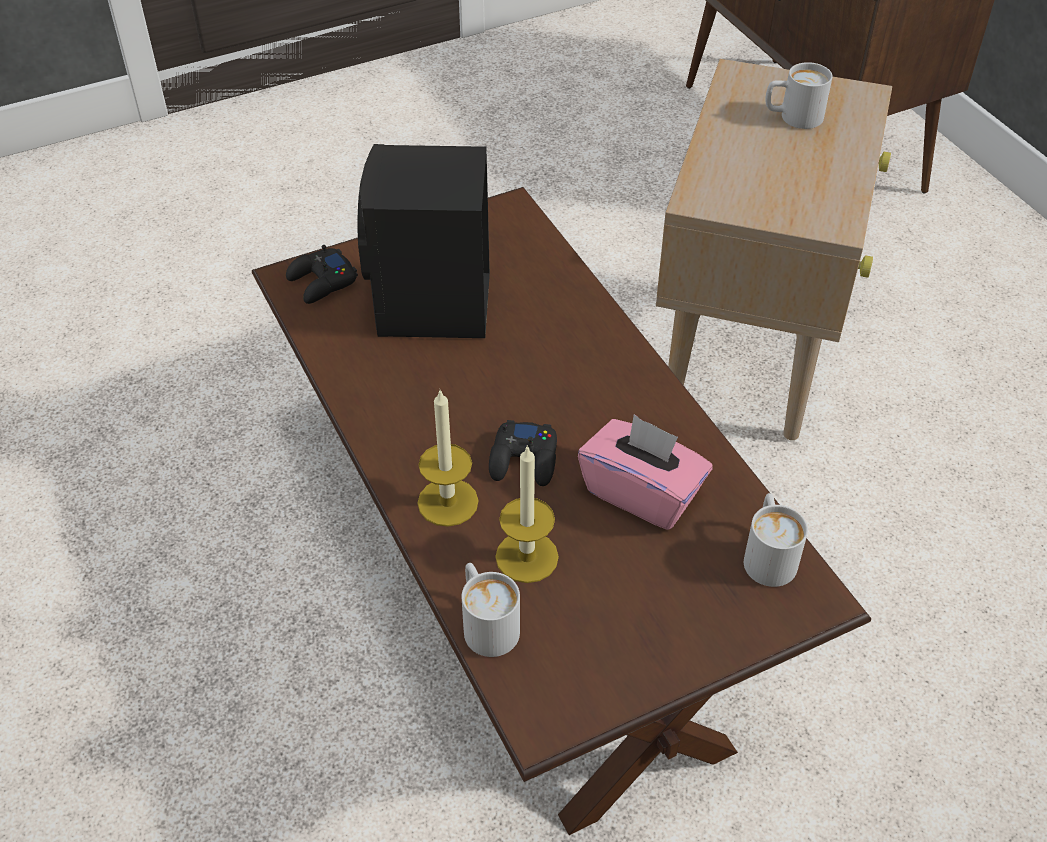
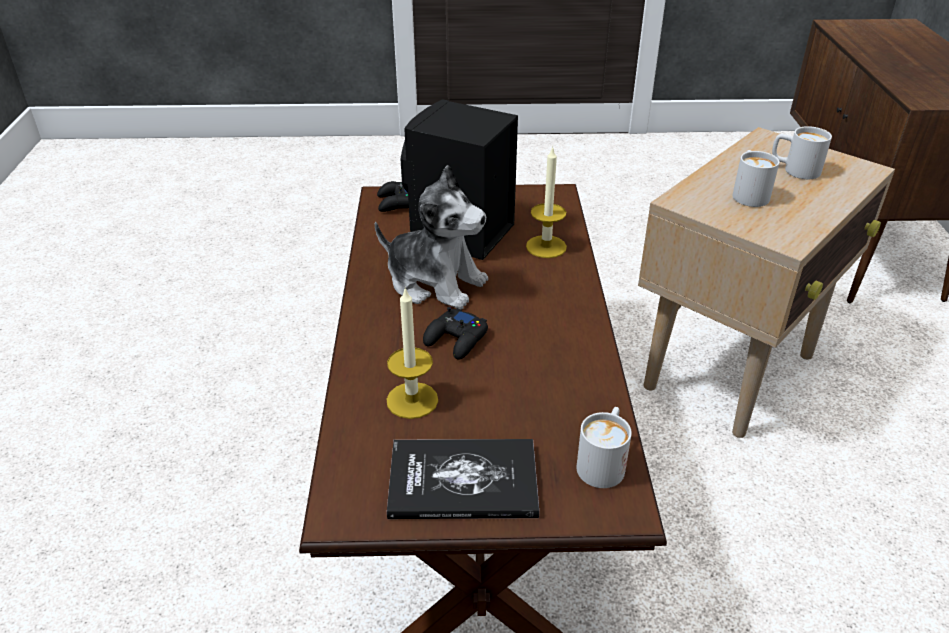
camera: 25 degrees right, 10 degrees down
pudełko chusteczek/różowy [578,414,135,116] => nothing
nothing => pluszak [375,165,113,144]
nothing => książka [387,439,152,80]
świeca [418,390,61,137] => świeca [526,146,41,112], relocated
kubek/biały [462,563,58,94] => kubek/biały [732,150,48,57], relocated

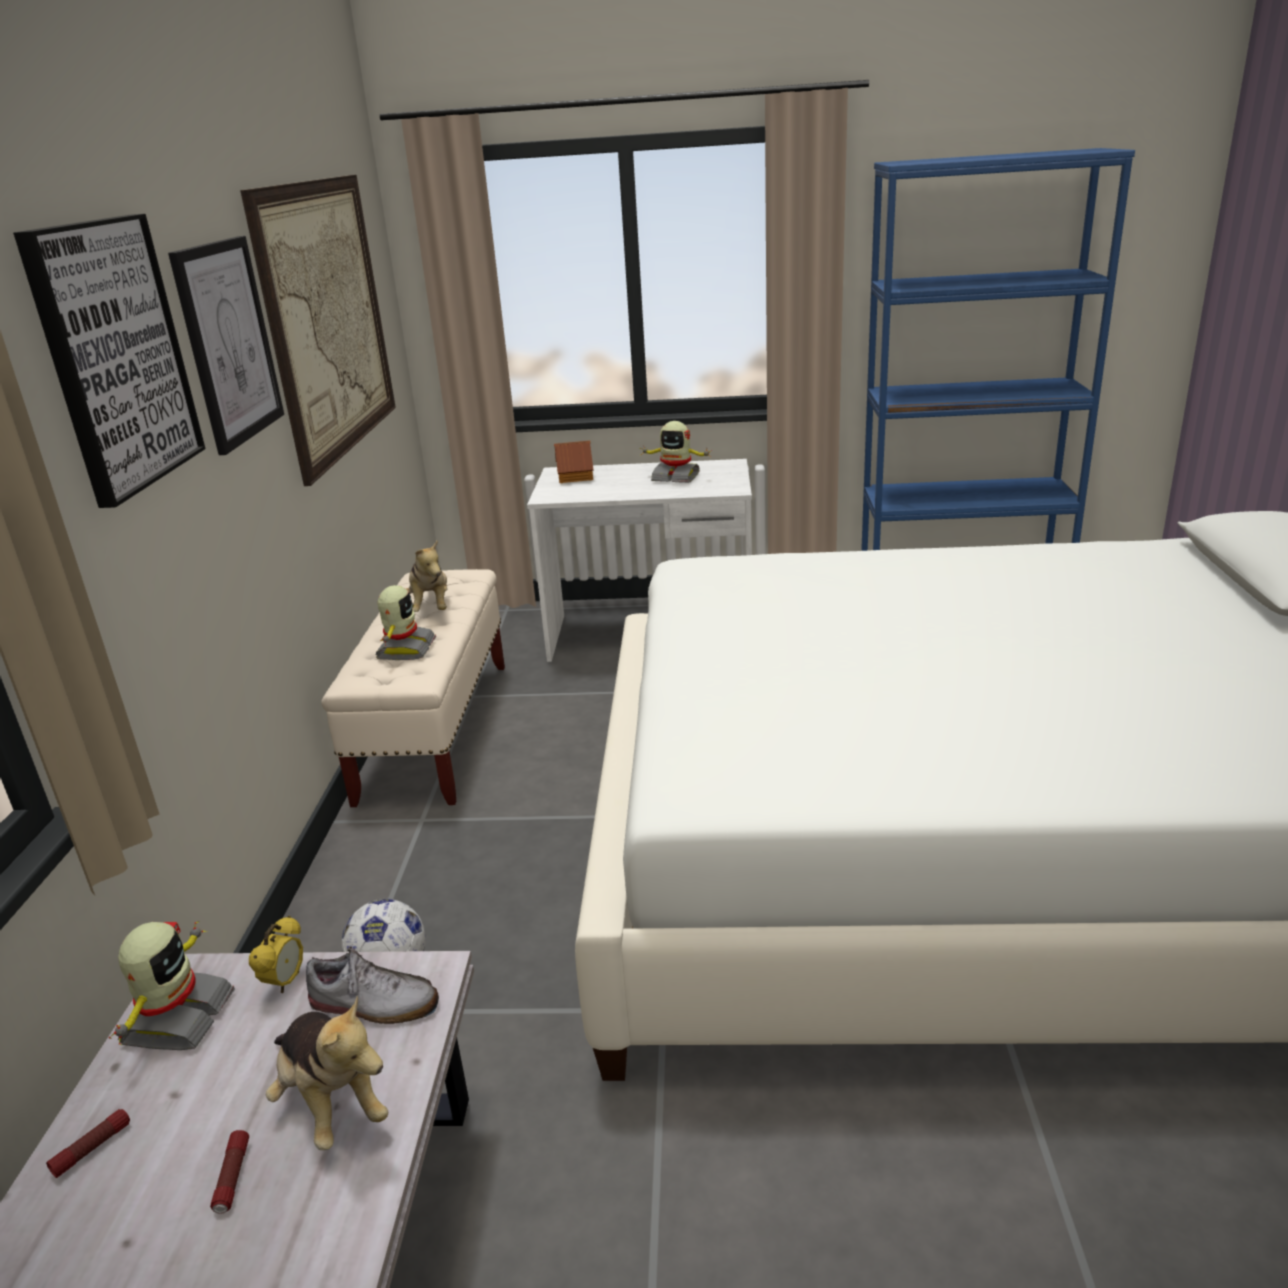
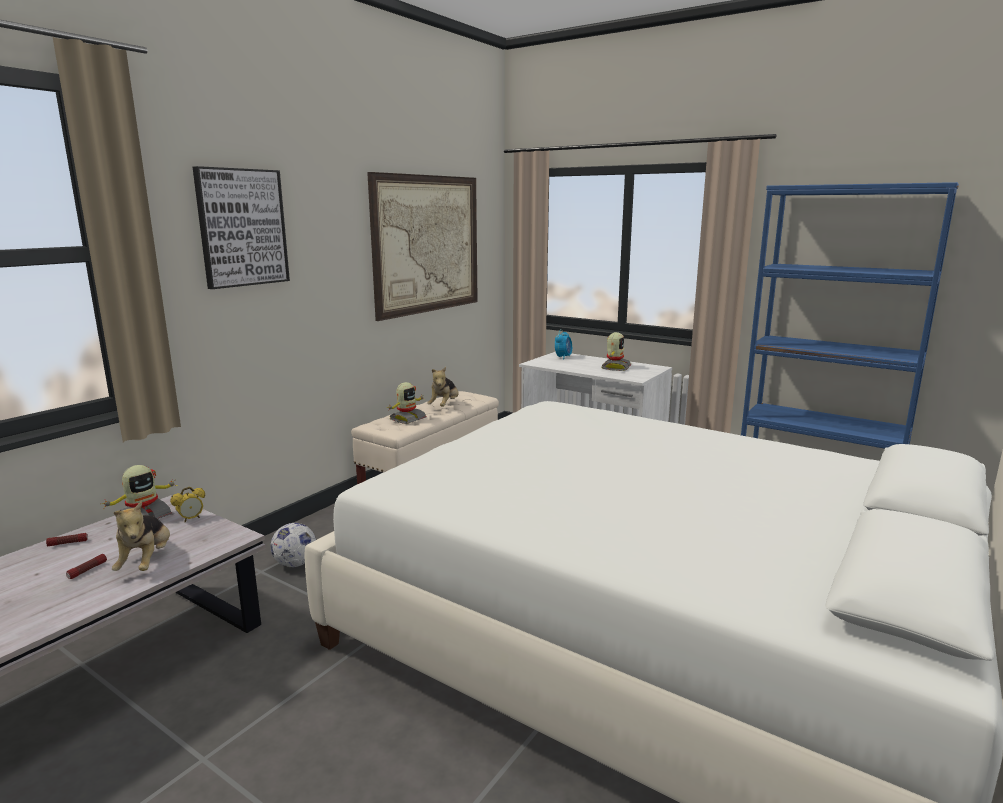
camera: 30 degrees right, 10 degrees down
obraz [168,236,116,219] => nothing
but [306,946,133,78] => nothing
domek [554,441,39,42] => budzik [555,329,17,31]
robot zabawkowy [640,421,72,62] => robot zabawkowy [602,332,29,39], 120 degrees counterclockwise

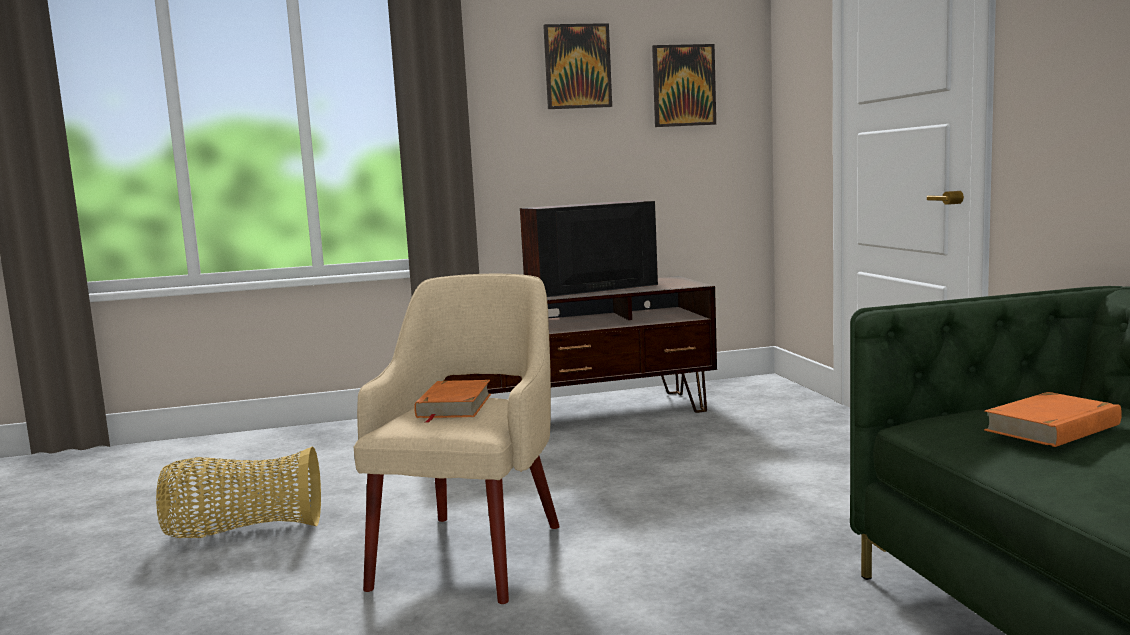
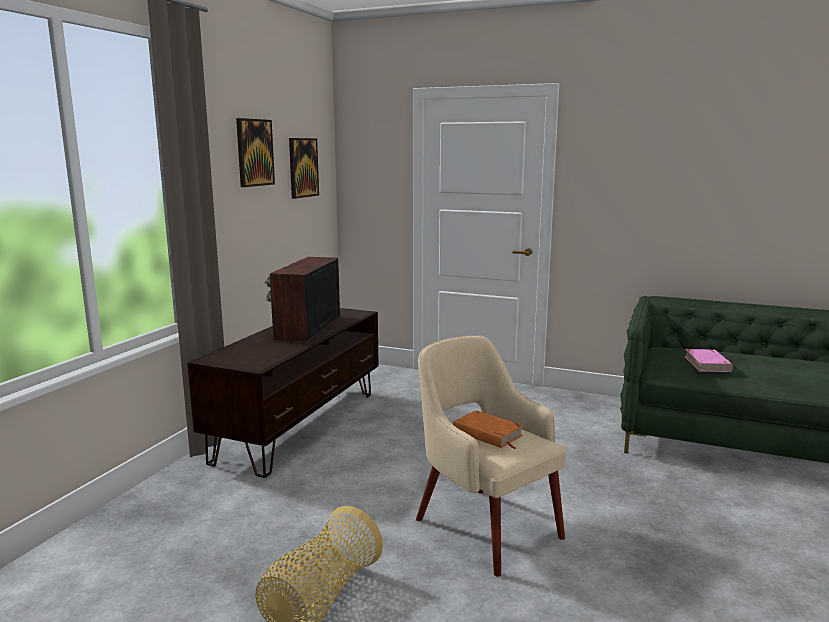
camera: 55 degrees left, 5 degrees up
książka/pomarańczowy [984,392,138,55] => książka/różowy [684,349,49,23]

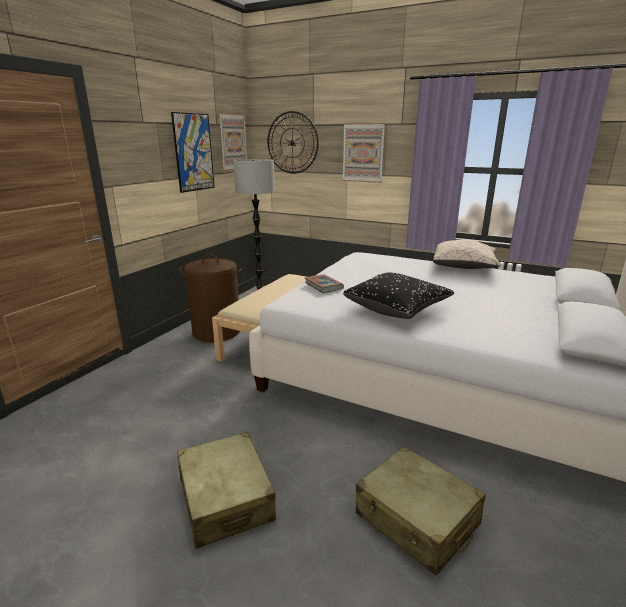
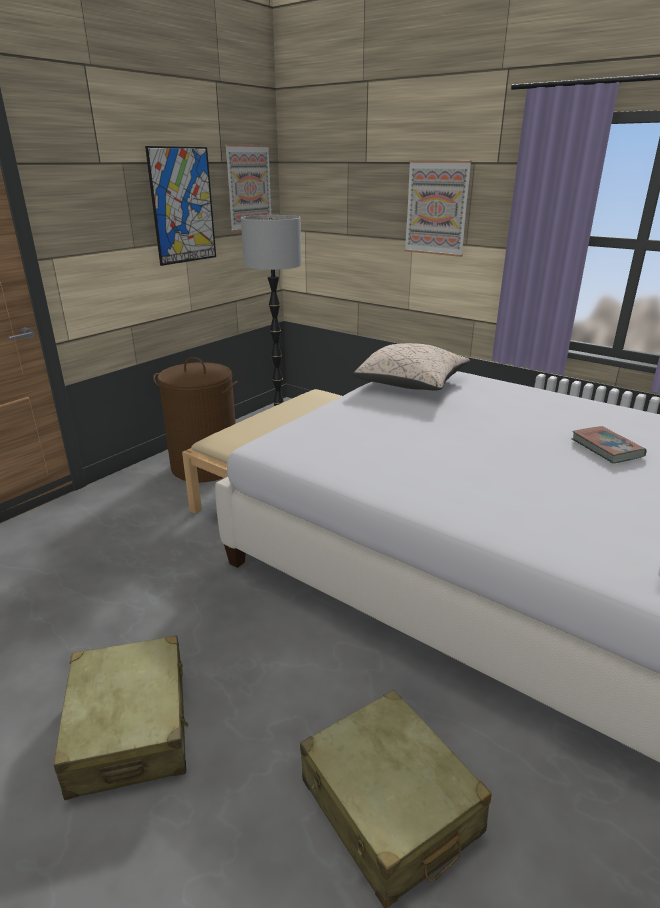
camera: 10 degrees right, 5 degrees up
zegar ścienny [268,111,51,63] => nothing
poduszka/czarny [343,273,111,46] => nothing
książka [305,274,39,19] => książka [572,426,75,38], relocated
poduszka/beżowy [433,240,68,29] => poduszka/beżowy [353,343,117,47], relocated

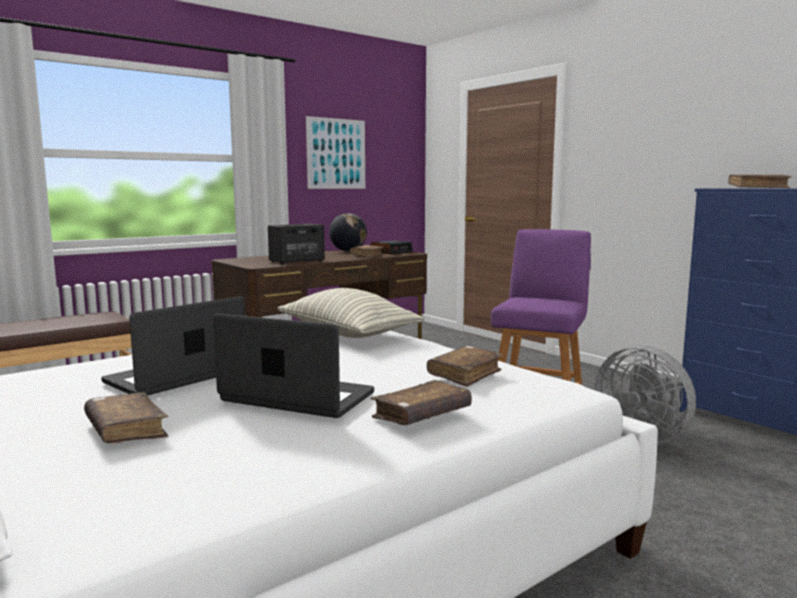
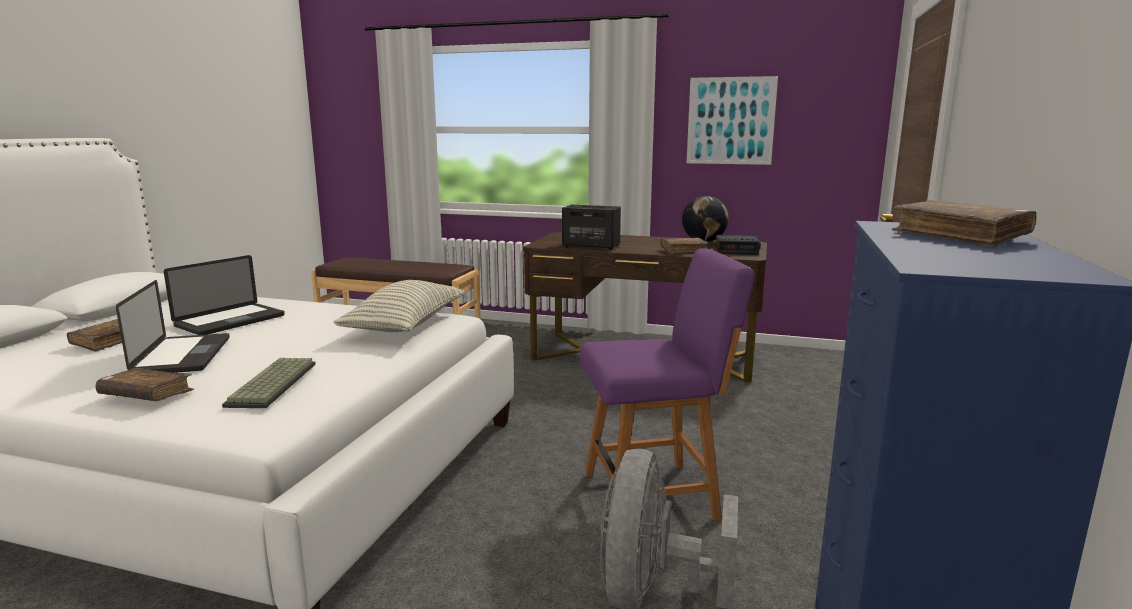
camera: 55 degrees right, 5 degrees up
książka/brązowy [427,346,76,41] => klawiatura [222,358,94,50]
laptop [101,296,144,100] => laptop [164,255,121,80], 120 degrees clockwise

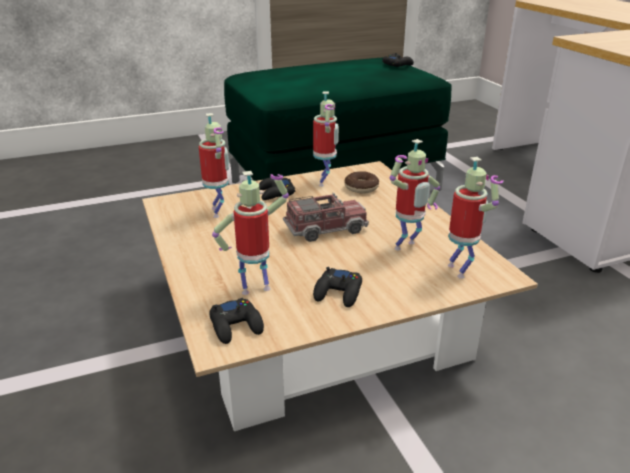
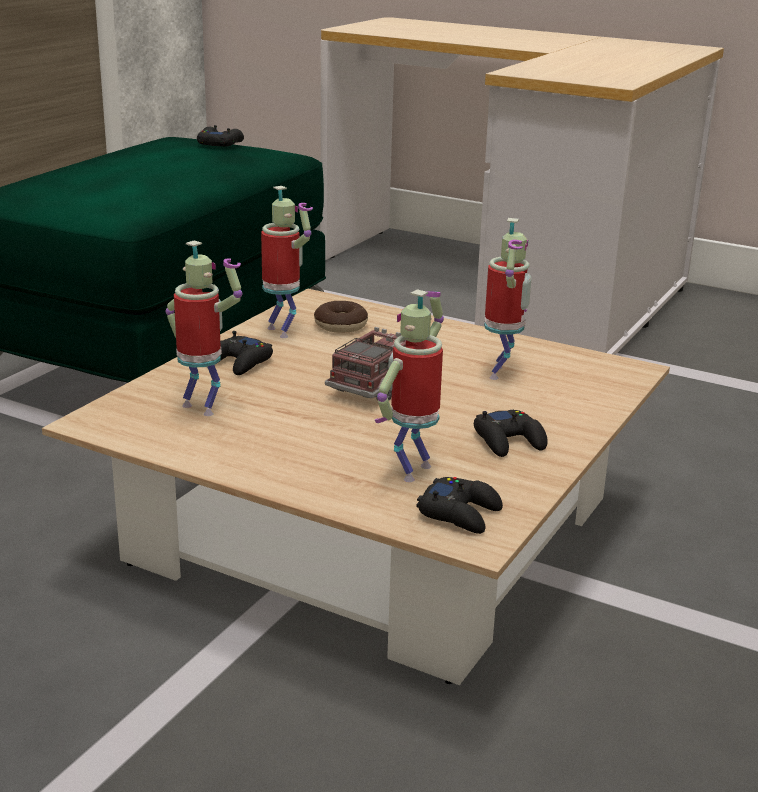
camera: 40 degrees left, 5 degrees down
robot zabawkowy [448,157,56,122] => nothing

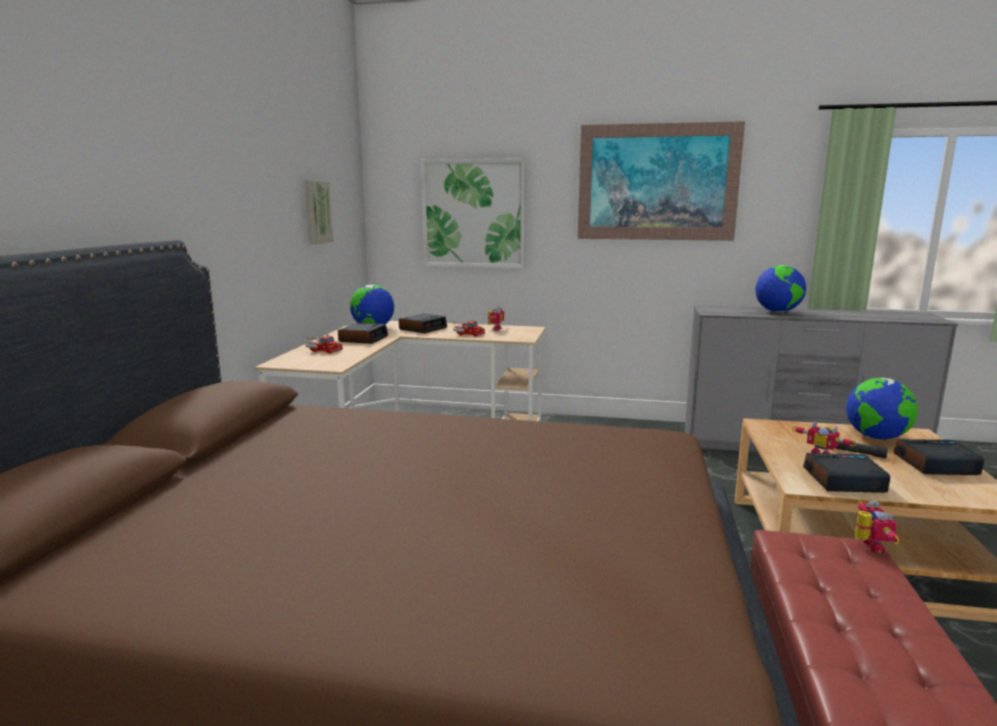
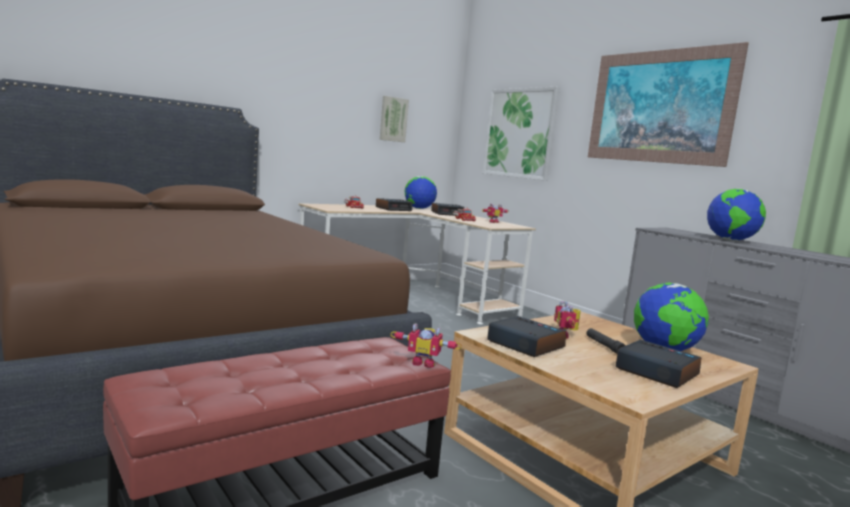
camera: 40 degrees right, 5 degrees down
robot zabawkowy [854,501,46,52] => robot zabawkowy [391,323,71,45], 60 degrees clockwise

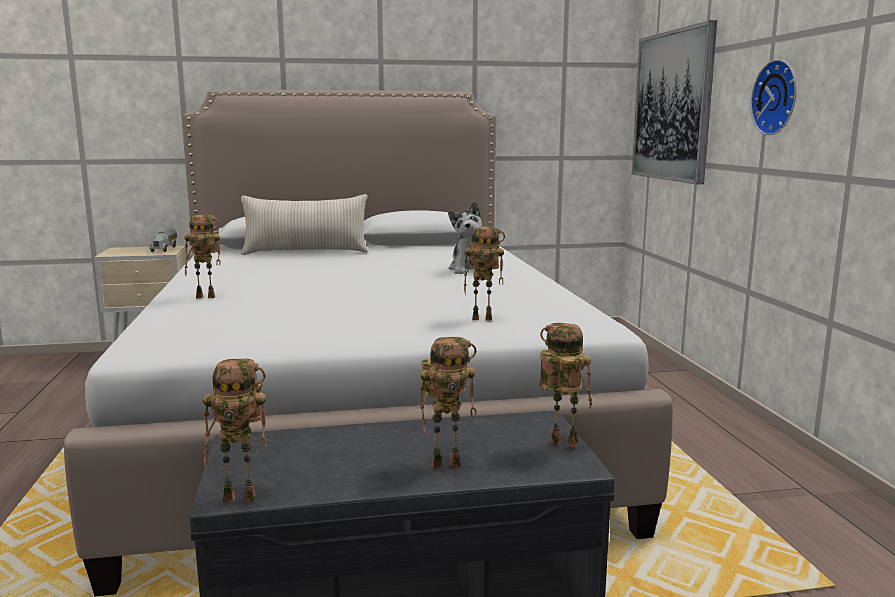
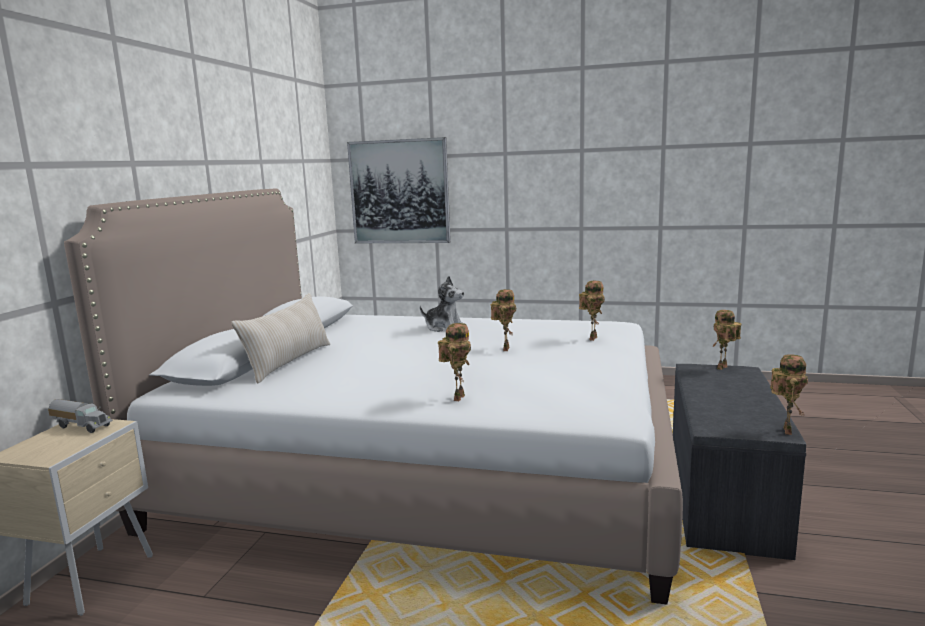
camera: 65 degrees left, 0 degrees up
zegar ścienny [750,59,47,76] => nothing
robot zabawkowy [420,337,57,132] => robot zabawkowy [490,289,26,62], relocated

